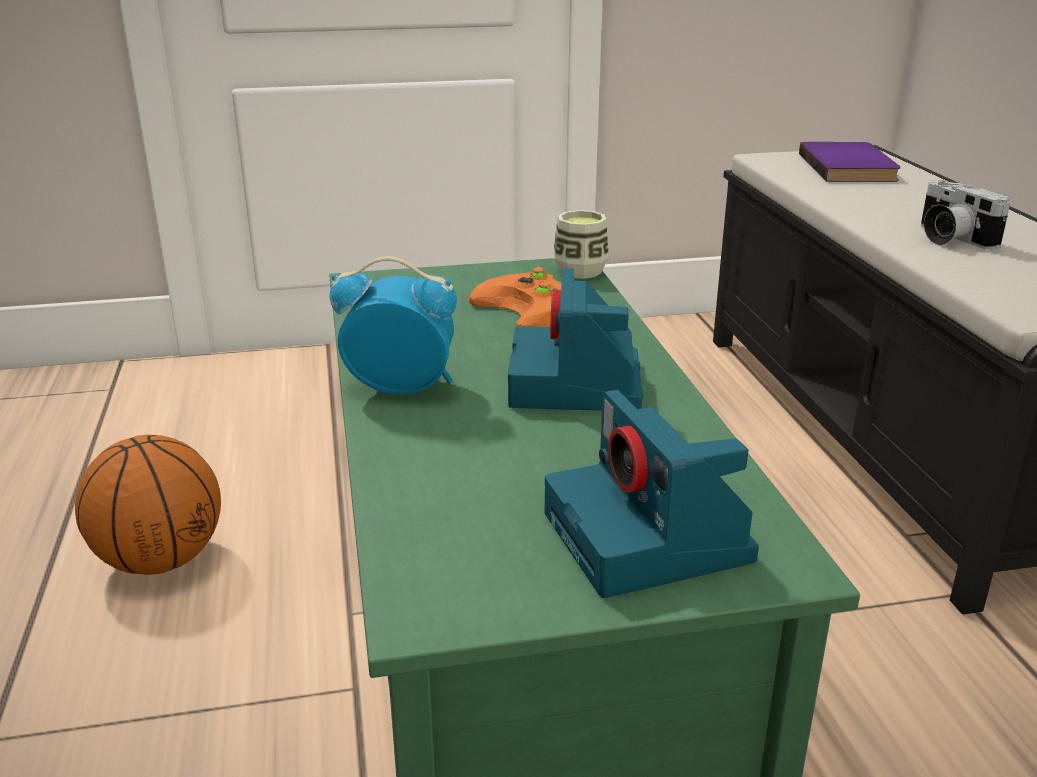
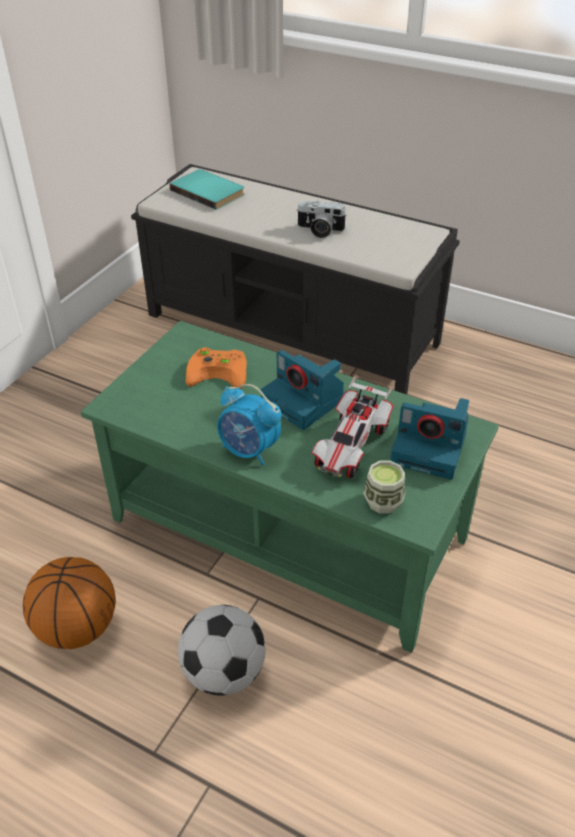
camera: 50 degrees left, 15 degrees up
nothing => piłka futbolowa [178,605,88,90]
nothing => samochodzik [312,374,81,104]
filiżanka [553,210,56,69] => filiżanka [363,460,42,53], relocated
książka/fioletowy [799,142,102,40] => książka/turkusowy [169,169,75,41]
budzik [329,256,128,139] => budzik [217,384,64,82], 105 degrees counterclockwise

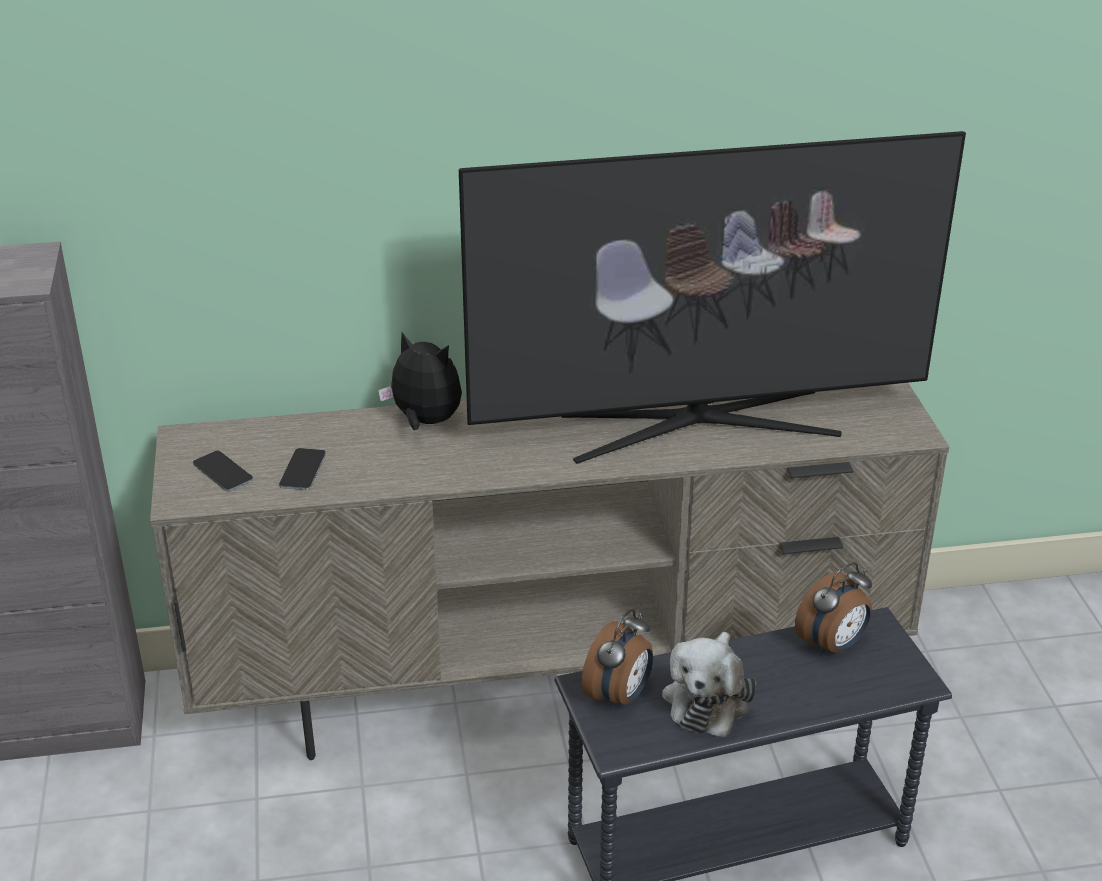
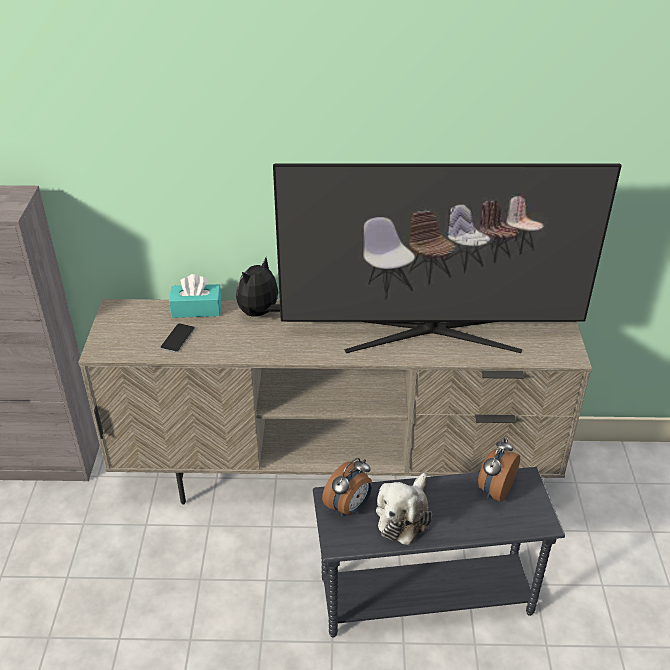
camera: 10 degrees right, 5 degrees up
telefon [193,451,60,40] => nothing
nothing => pudełko chusteczek/turkusowy [169,274,52,44]
pluszak [378,332,84,98] => pluszak [236,257,44,59], 90 degrees counterclockwise
budzik [795,562,77,94] => budzik [478,438,42,64], 150 degrees clockwise

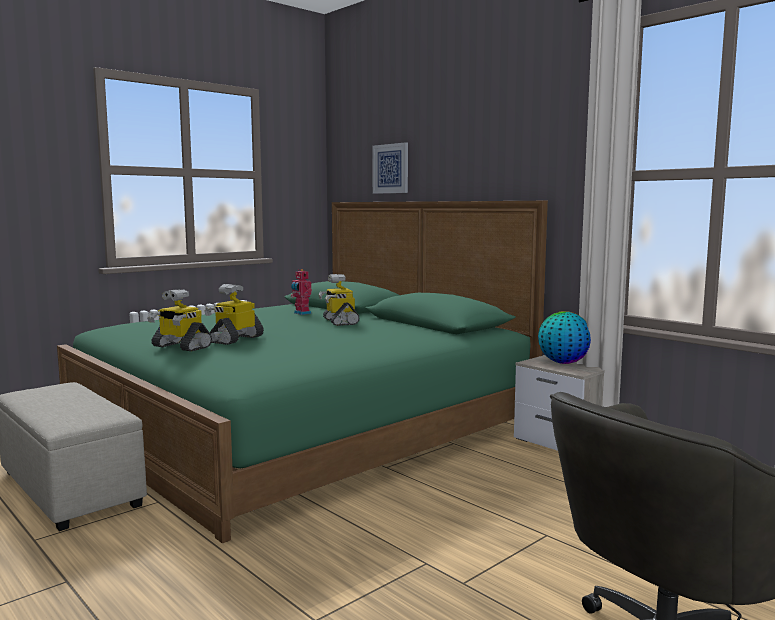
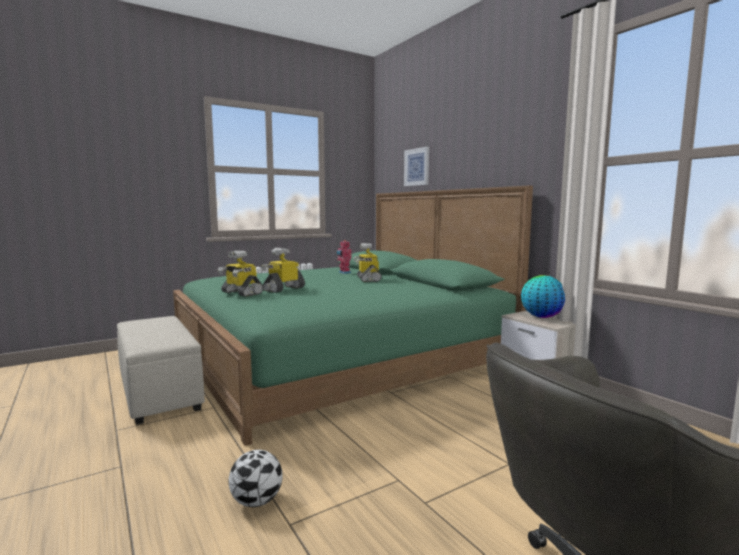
camera: 10 degrees right, 0 degrees up
nothing => piłka futbolowa [229,450,54,57]

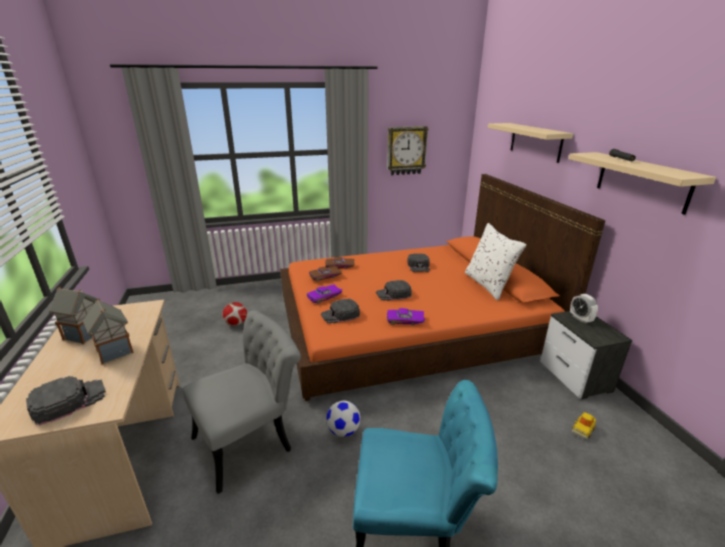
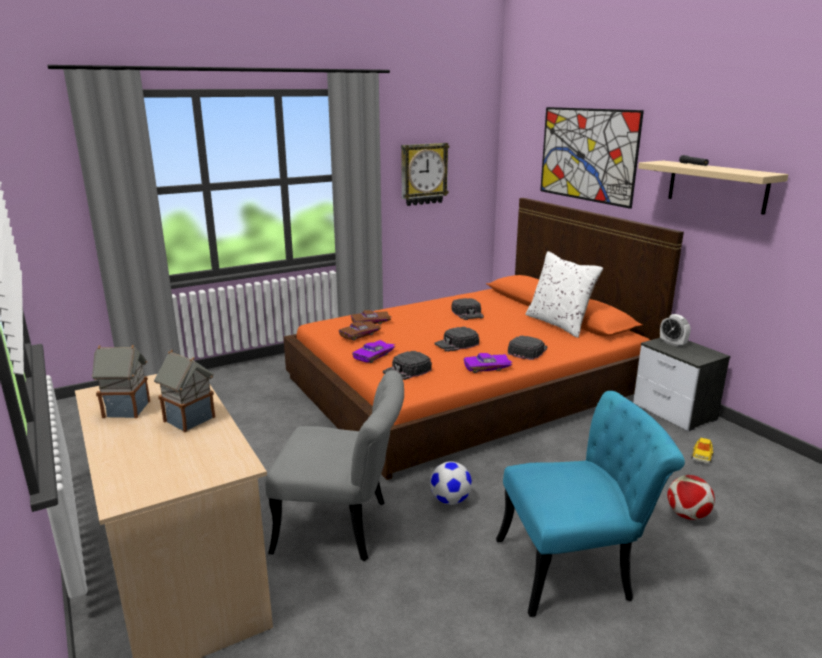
camera: 15 degrees left, 5 degrees down
czapka z daszkiem/czarny [26,376,80,50] => czapka z daszkiem/czarny [508,336,40,24], relocated
piłka futbolowa [223,302,24,24] => piłka futbolowa [667,475,48,45], relocated
półka/beżowy [488,123,85,40] => obraz [540,107,104,102]
krzesło/szary [183,310,118,184] => krzesło/szary [266,370,138,191], 60 degrees clockwise

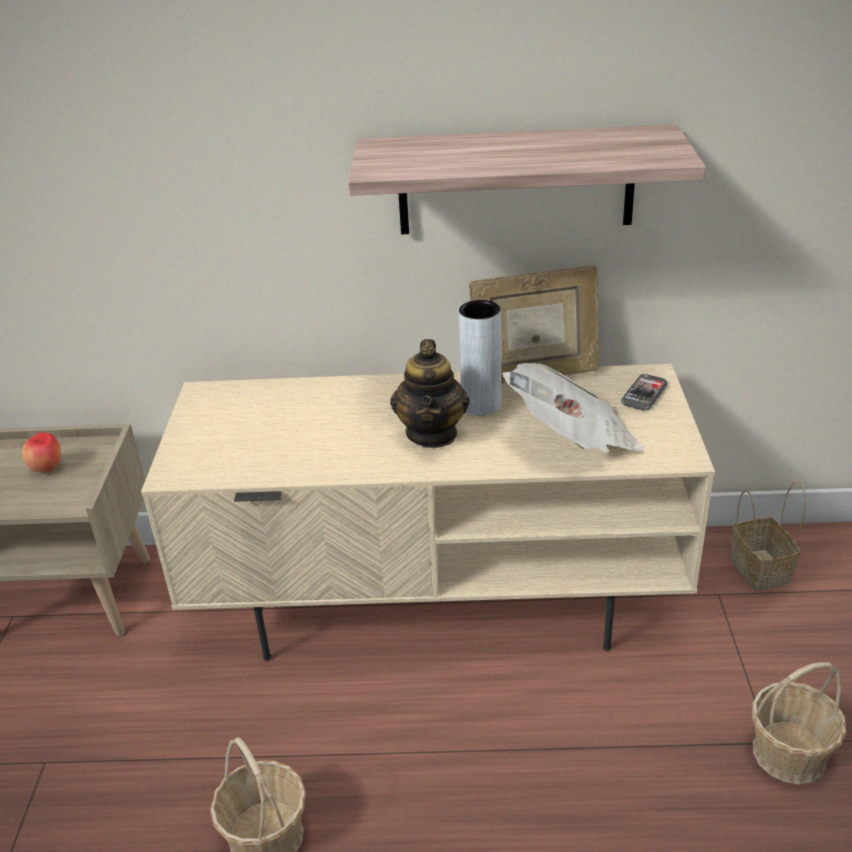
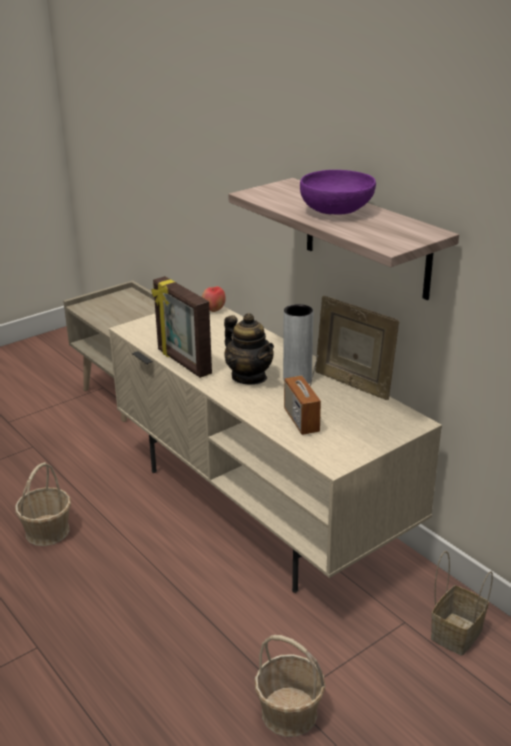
camera: 50 degrees right, 5 degrees down
telefon [621,374,47,36] => nothing
nothing => ramka na zdjęcie [151,276,61,102]
nothing => miska/fioletowy [300,170,76,45]
jabłko [22,433,39,40] => jabłko [202,286,24,26], relocated
gazeta [503,363,141,90] => radio [284,355,37,80]
imbryk [390,339,80,109] => imbryk [224,313,50,72], 90 degrees counterclockwise

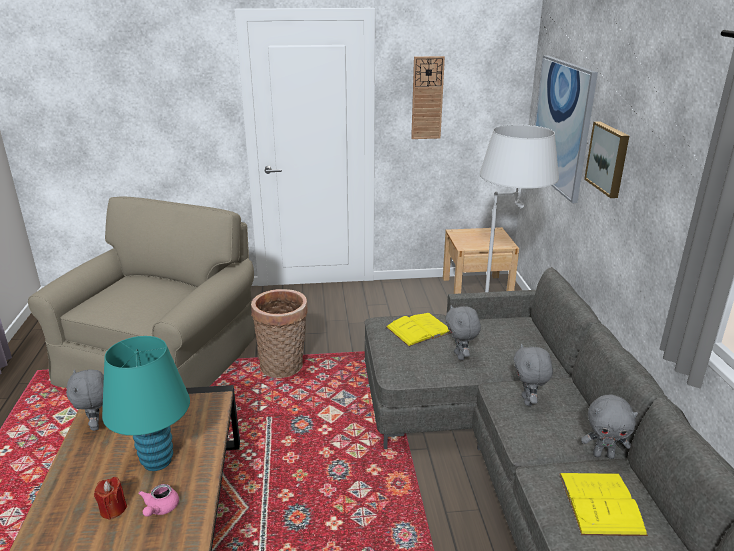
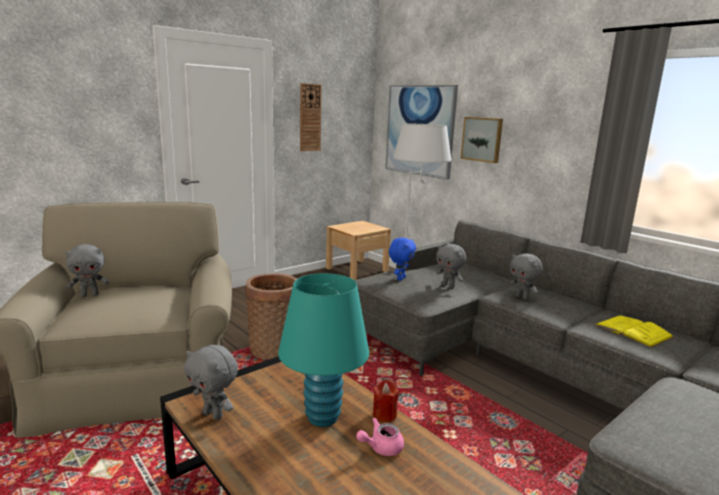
camera: 35 degrees left, 10 degrees down
świeca/czerwony [94,477,33,43] => świeca/czerwony [373,380,26,42], relocated
pluszak/szary [581,394,57,65] => pluszak/szary [65,244,44,53], relocated
książka/żółty [386,313,64,34] => pluszak/niebieski [389,238,27,43]
imbryk/różowy [138,484,41,33] => imbryk/różowy [356,418,48,38], 90 degrees clockwise

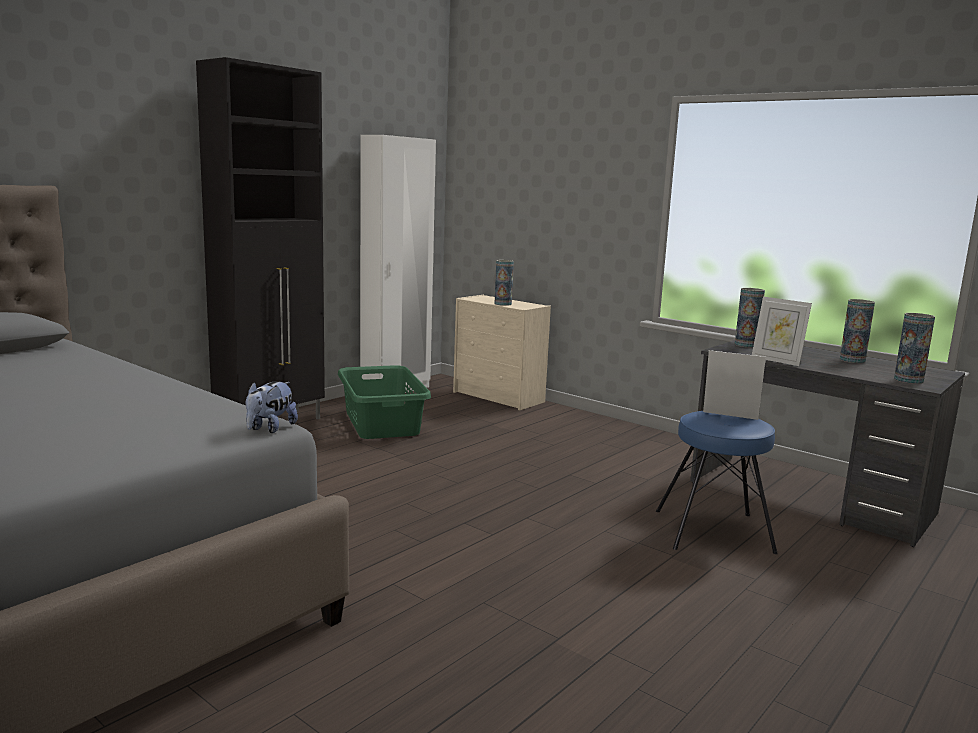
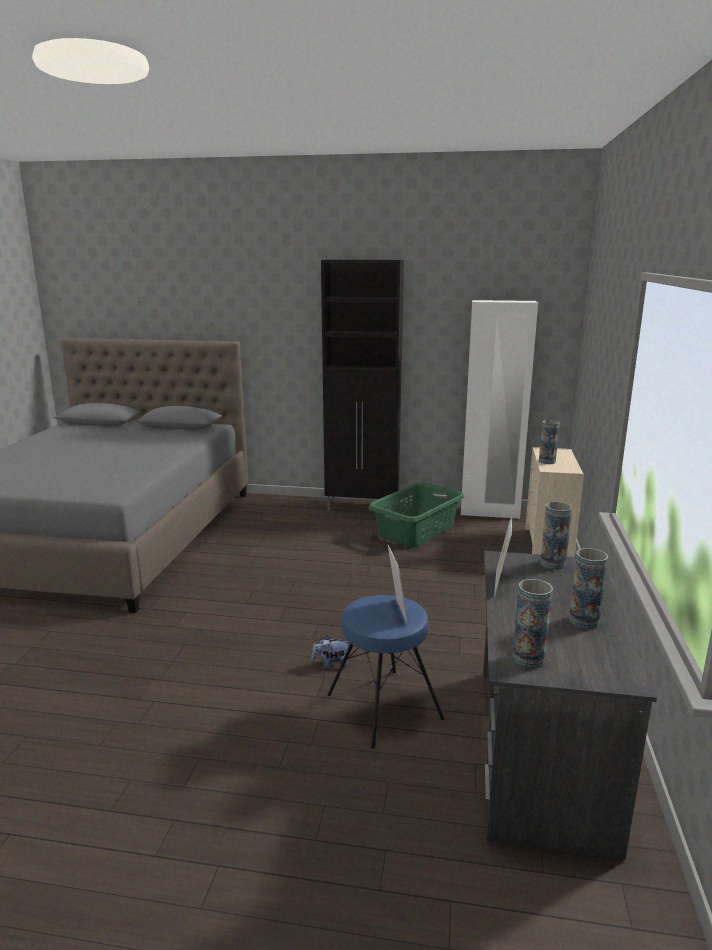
camera: 60 degrees right, 5 degrees up
pluszak [246,381,52,52] => pluszak [311,635,38,34], relocated

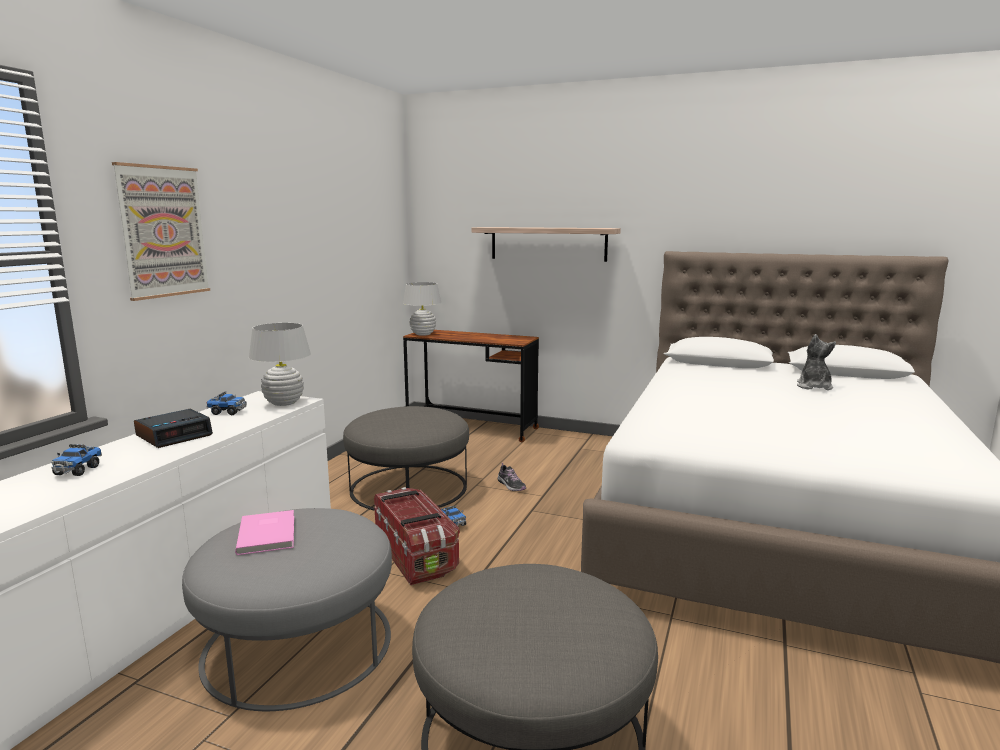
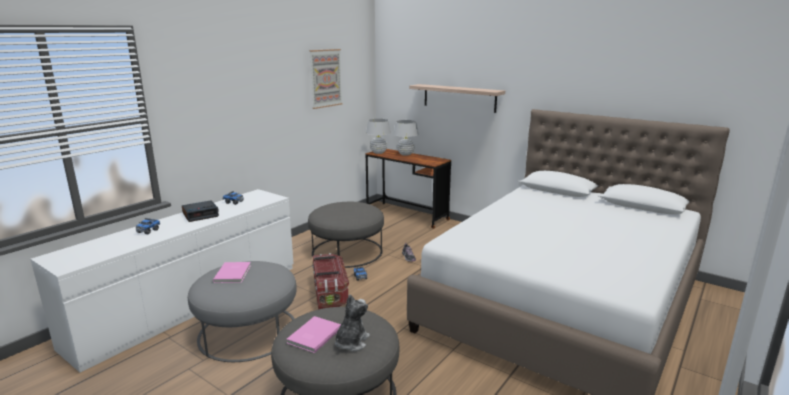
camera: 15 degrees right, 5 degrees up
nothing => książka/różowy [287,316,54,37]
obraz [112,162,98,139] => obraz [309,49,34,60], relocated
lampa stołowa/biały [249,323,62,83] => lampa stołowa/biały [393,120,26,36], relocated
pluszak [797,334,39,56] => pluszak [335,294,35,58], relocated

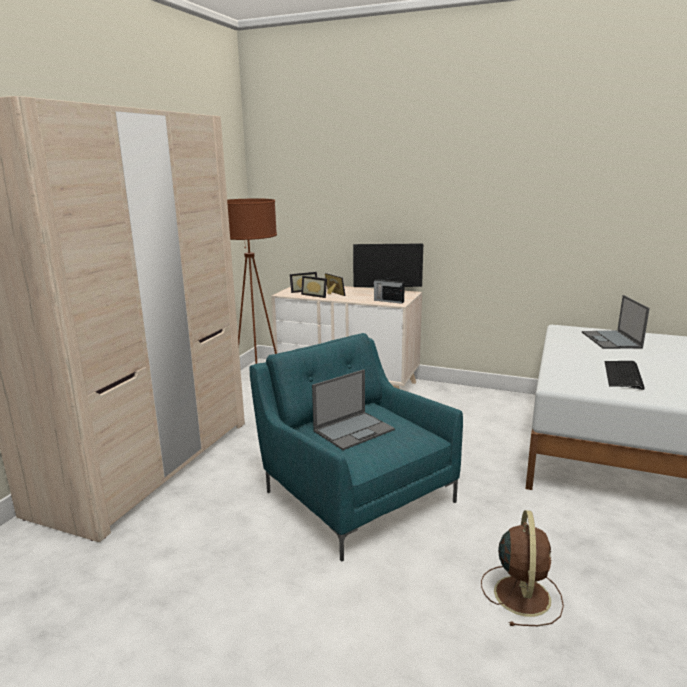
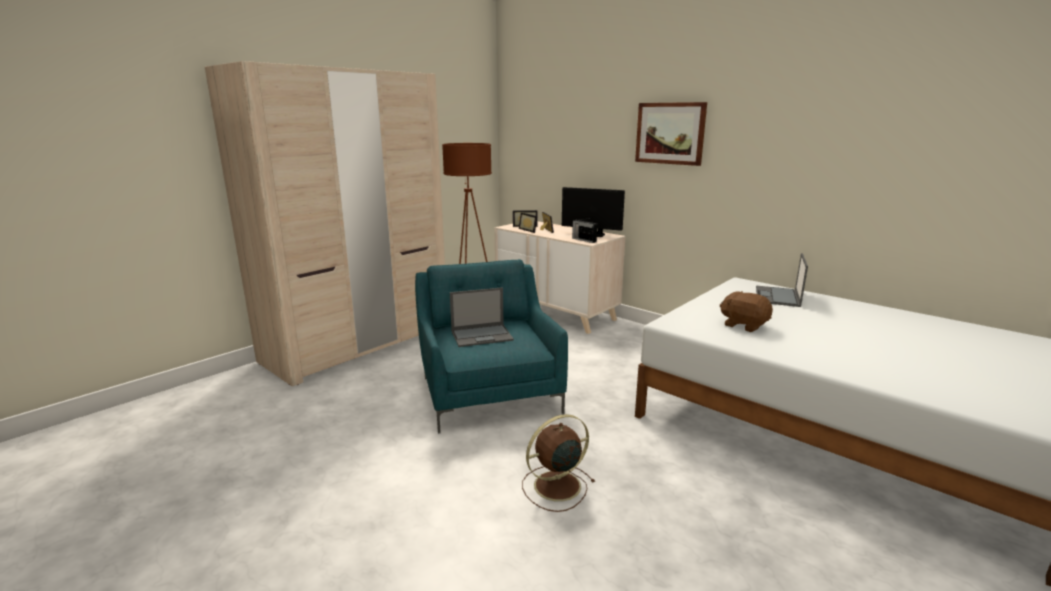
camera: 20 degrees right, 0 degrees up
nothing => obraz [635,102,72,64]
klawiatura [605,361,39,29] => pluszak/brązowy [720,291,53,41]
wentylator/brązowy [481,510,83,116] => wentylator/brązowy [522,414,73,98], 150 degrees counterclockwise

